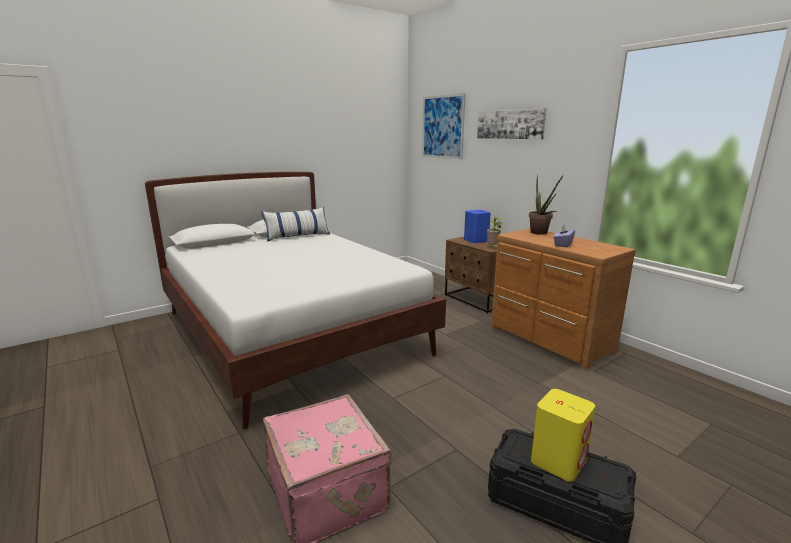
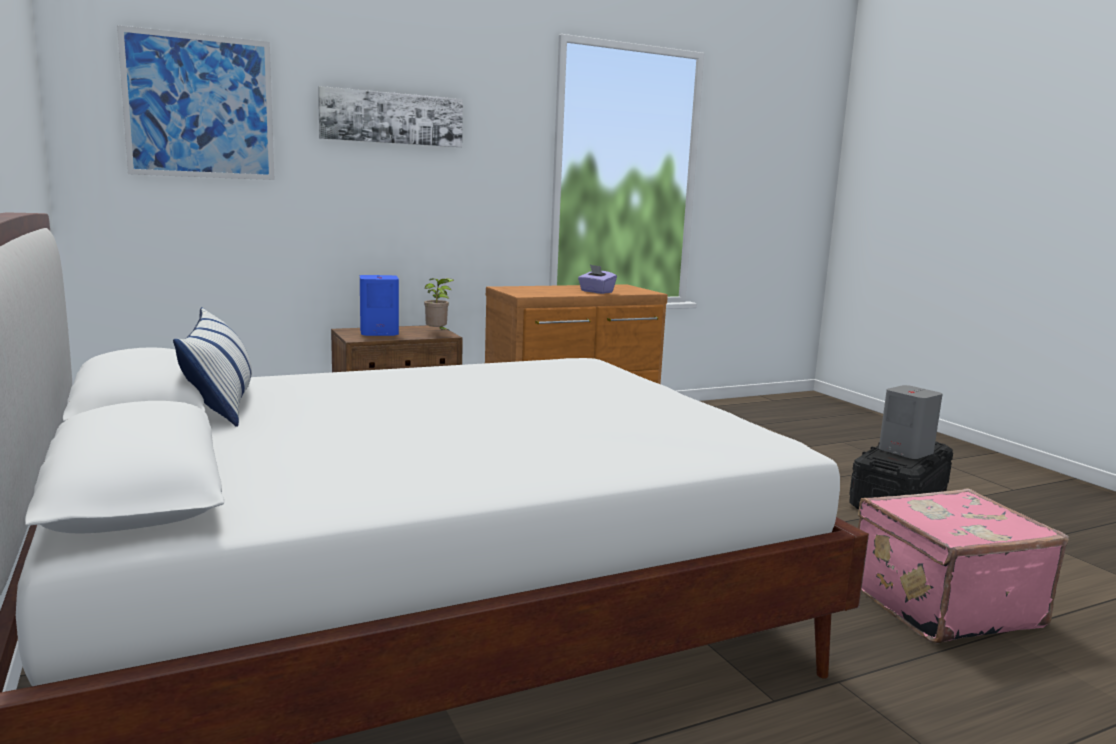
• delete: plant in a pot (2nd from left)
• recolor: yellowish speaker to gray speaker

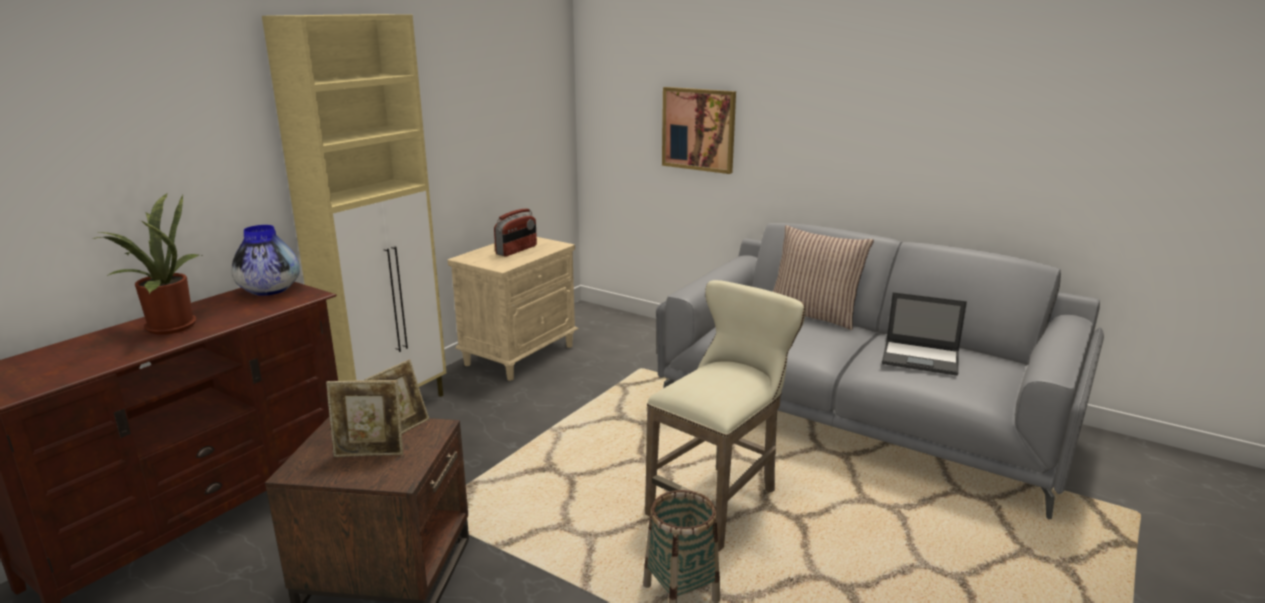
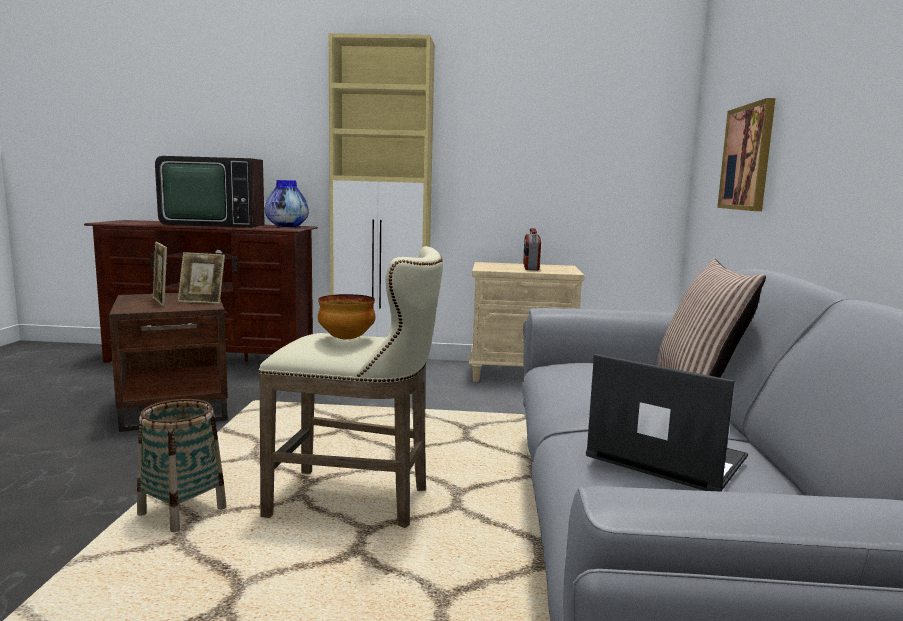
• insert: deep dish
• replace: plant in a pot to TV set
• rotate: radio set 90 degrees clockwise
• rotate: notebook computer 135 degrees clockwise

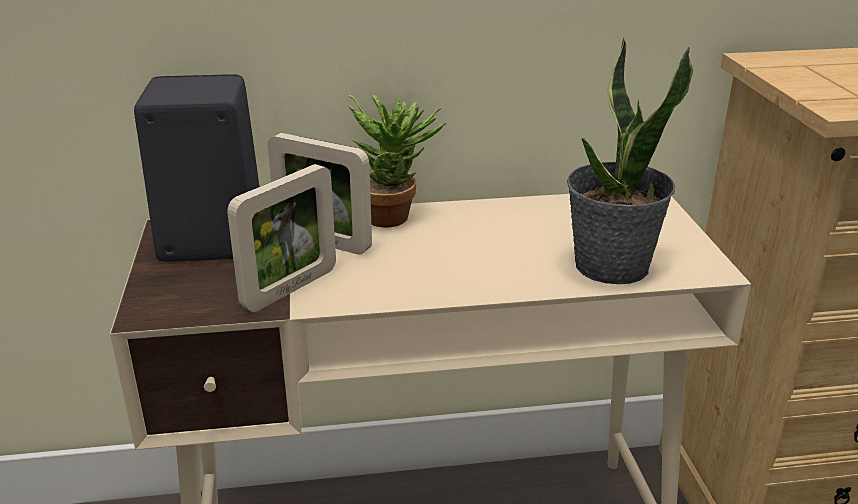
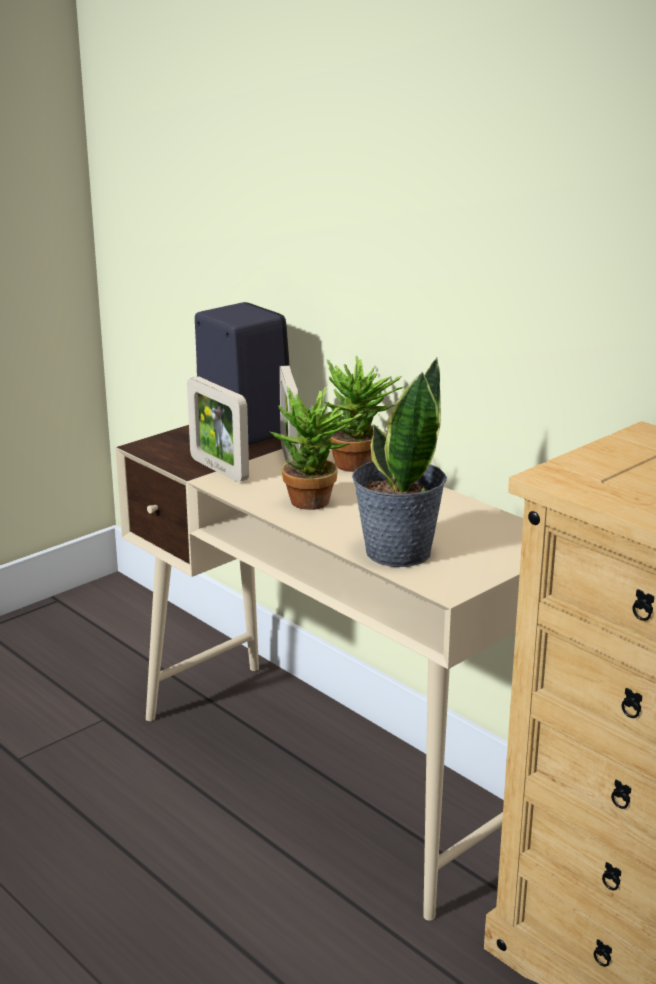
• insert: plant in a pot (1st from left)
• rotate: photo frame (1st from left) 45 degrees clockwise

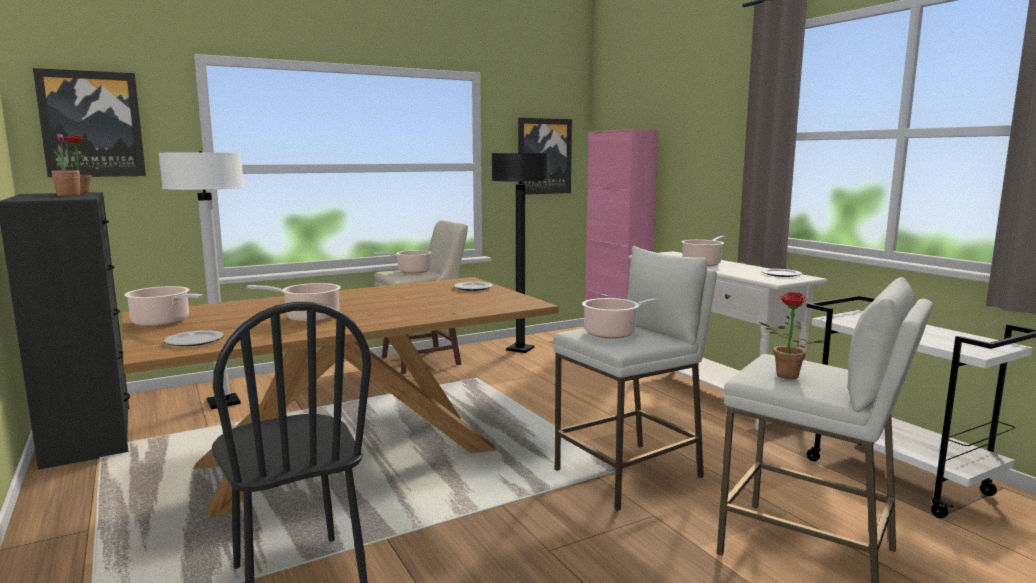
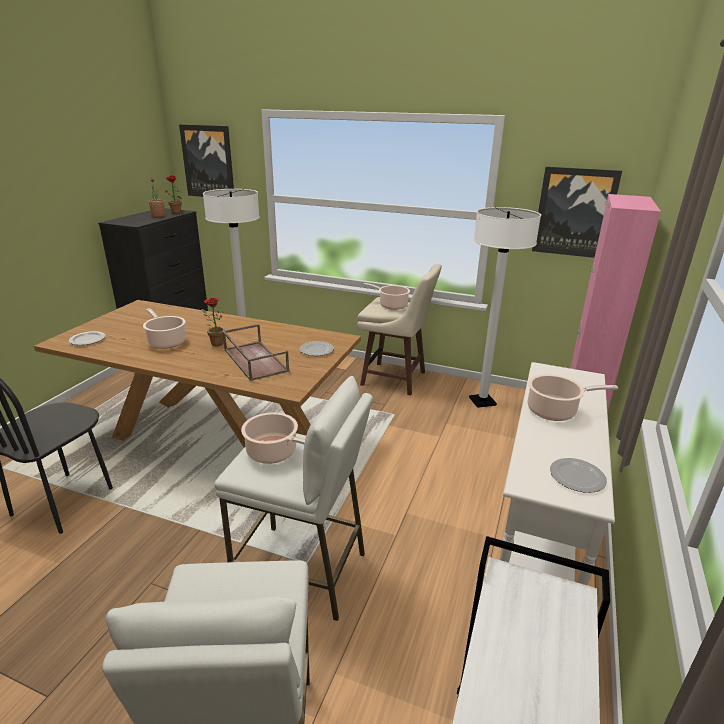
• delete: stockpot (1st from left)
• insert: brownish serving tray
• move: plant in a pot (3rd from left)
• recolor: black-coloured standing lamp to white-coloured standing lamp (2nd from left)

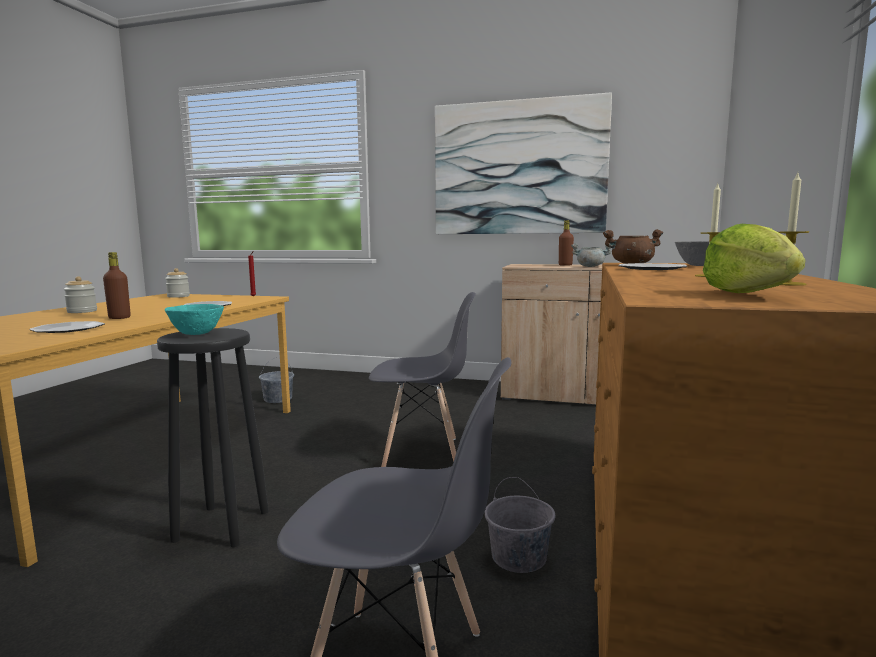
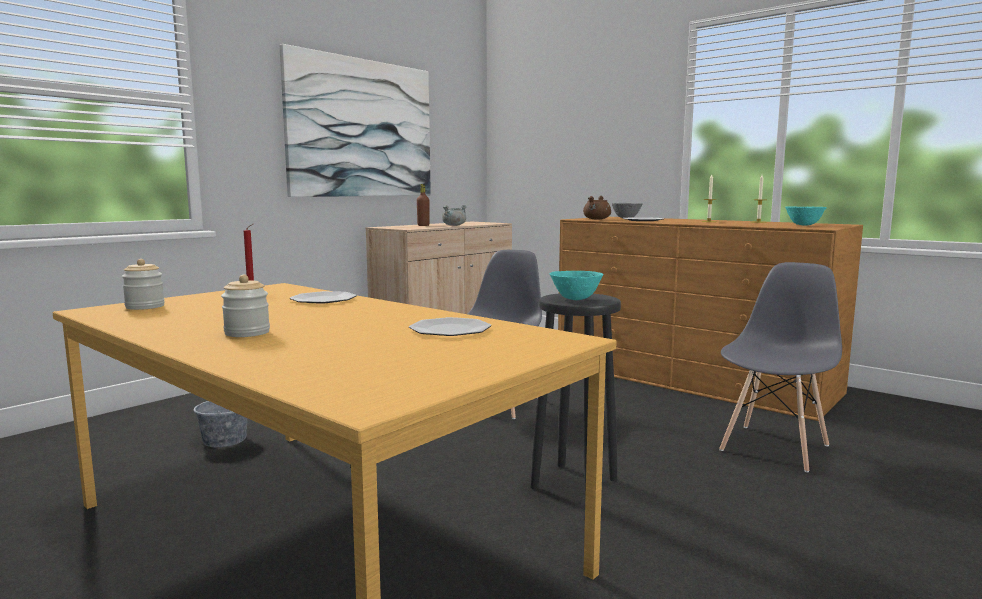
• delete: brownish beverage bottle (1st from left)
• delete: gray bucket (2nd from left)
• replace: lettuce to blue-green deep dish (2nd from left)

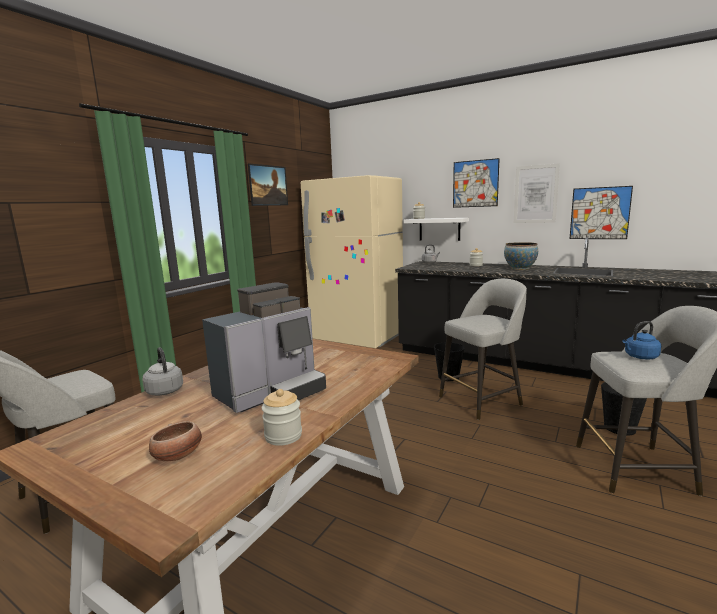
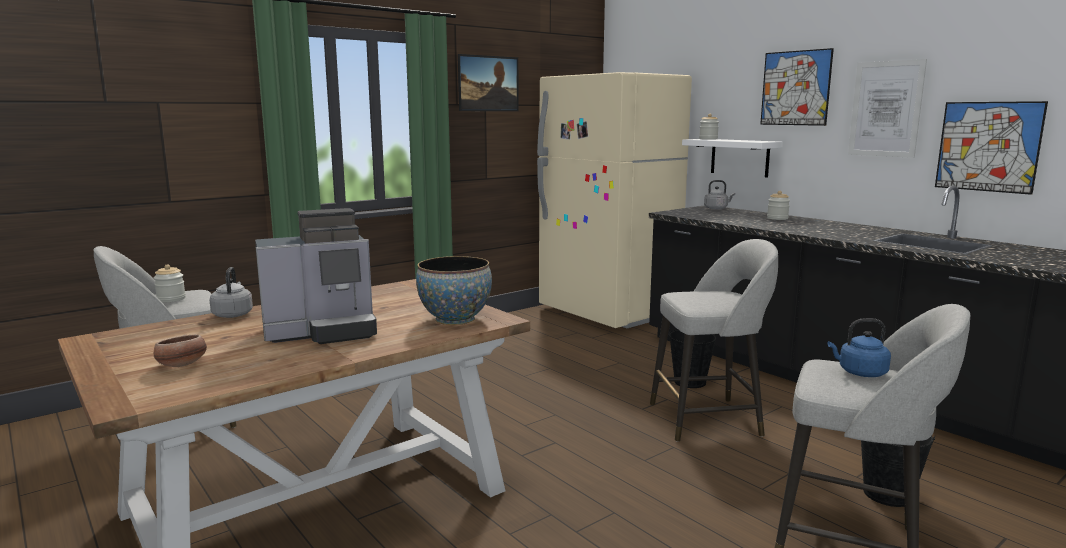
• move: preserve jar (1st from left)
• move: deep dish (2nd from left)

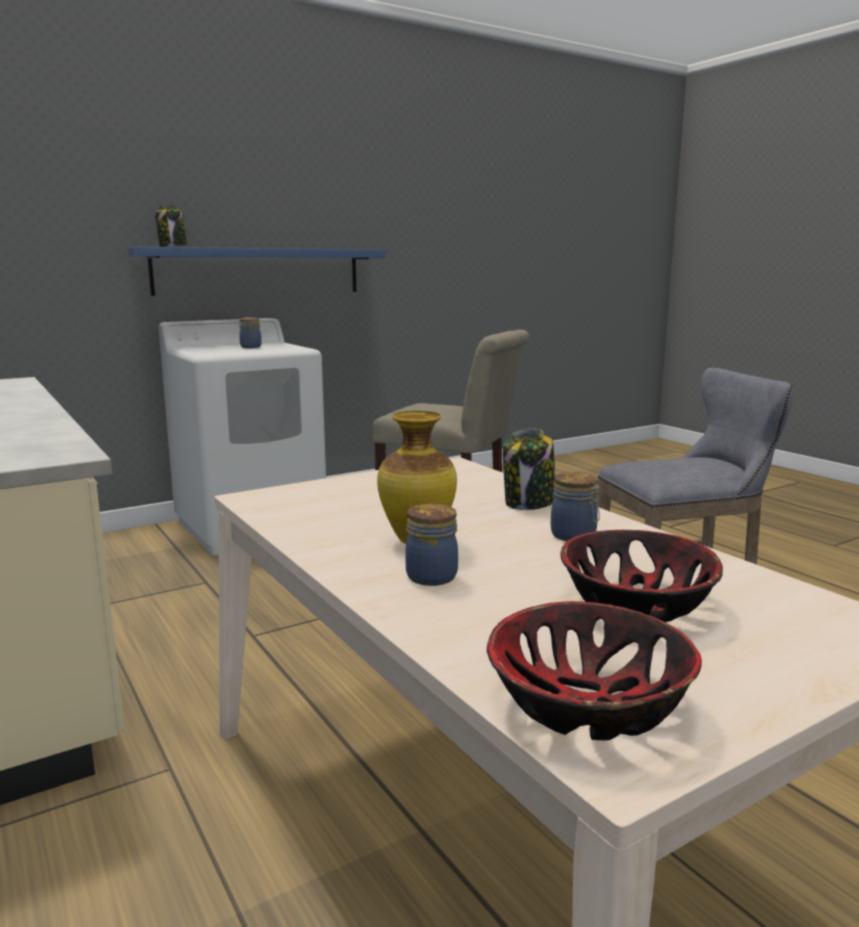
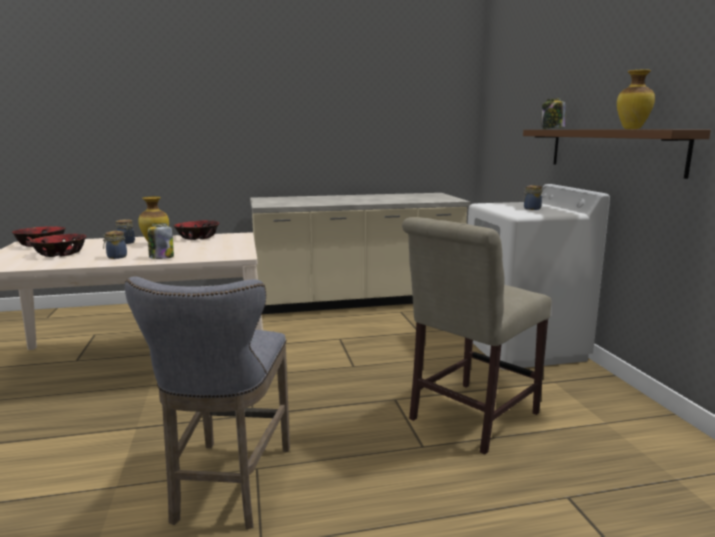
• insert: deep dish (3rd from left)
• insert: vase (2nd from left)
• recolor: blue bracket shelf to brownish bracket shelf

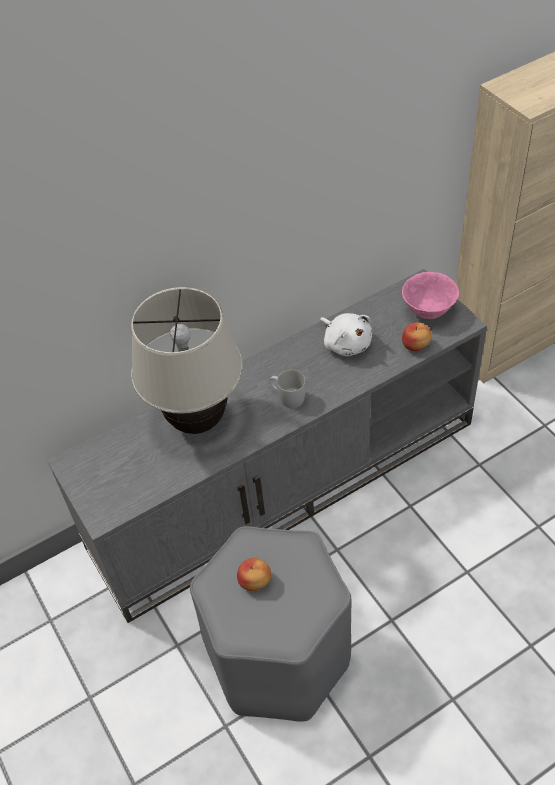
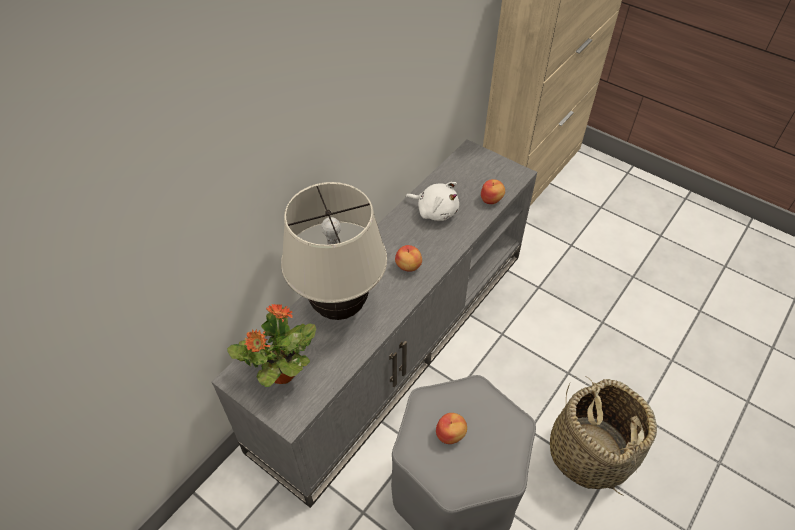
• delete: pinkish deep dish
• insert: plant in a pot
• insert: storage basket
• replace: white-coloured coffee mug to apple (1st from left)

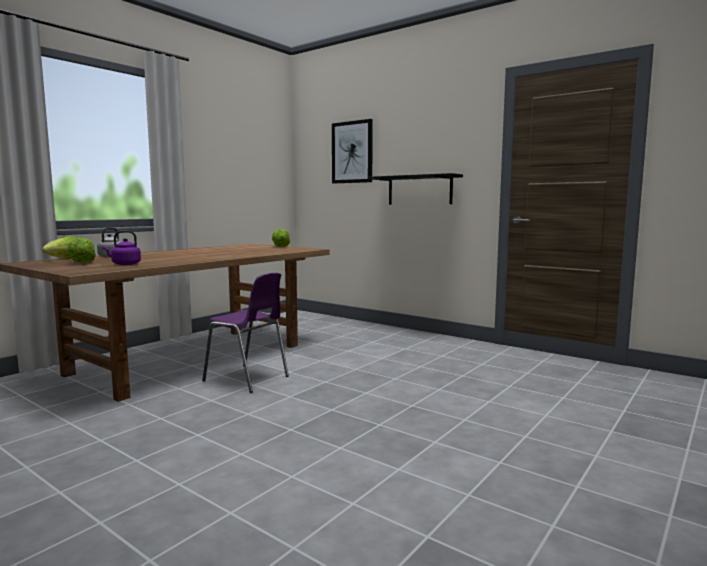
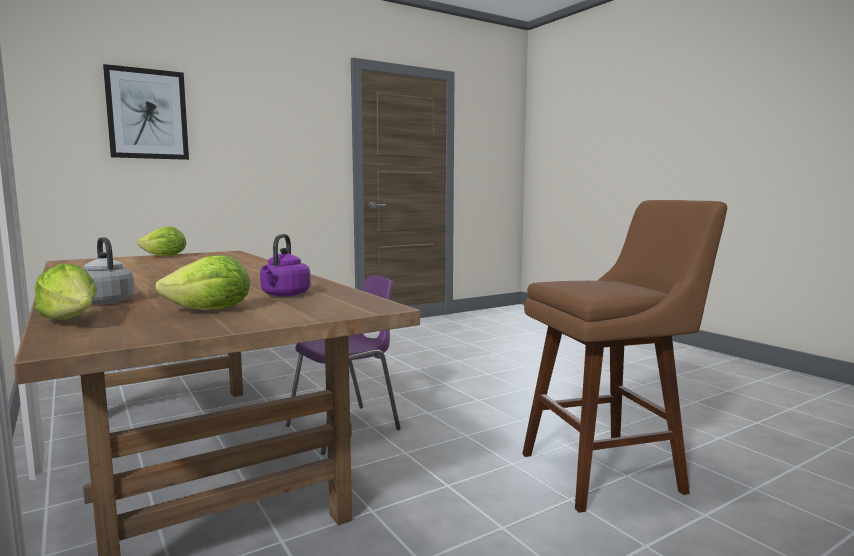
• delete: black-coloured bracket shelf
• insert: brownish stool seat

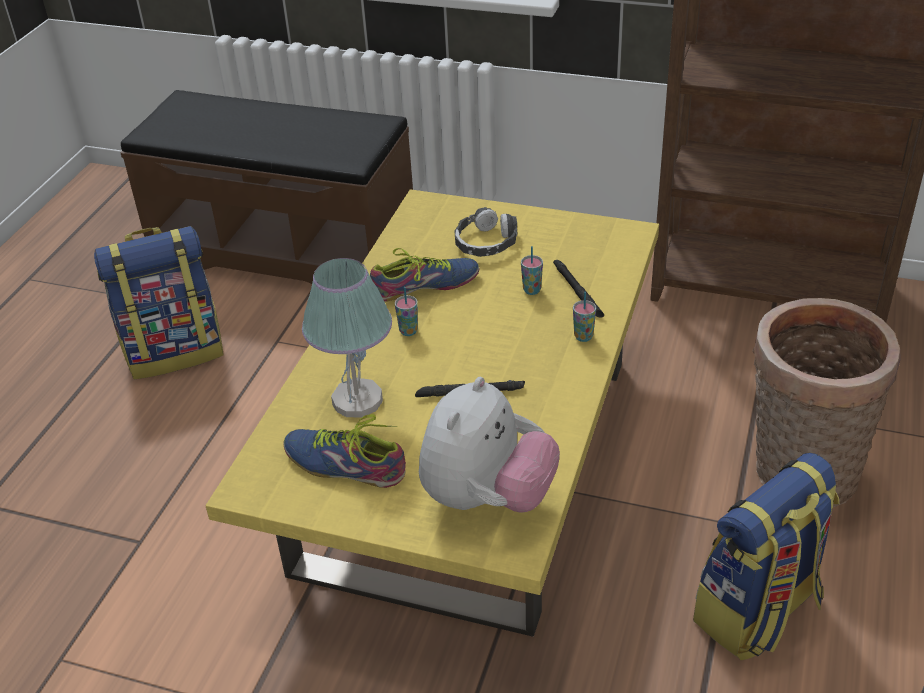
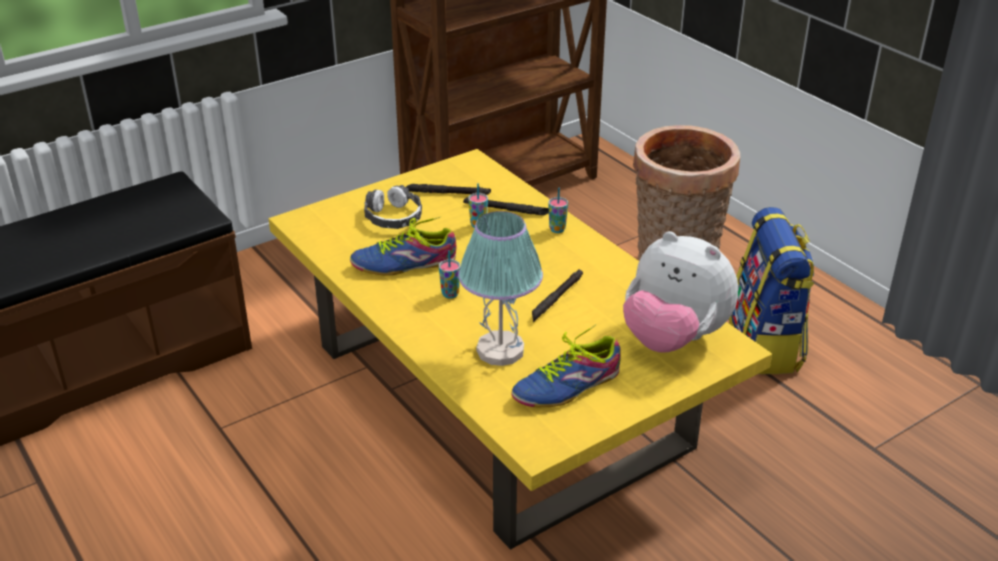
• delete: backpack (1st from left)
• insert: black-coloured flashlight (1st from left)
• rotate: shoe (2nd from left in the first image) 120 degrees counterclockwise
• rotate: cuddly toy 150 degrees clockwise

